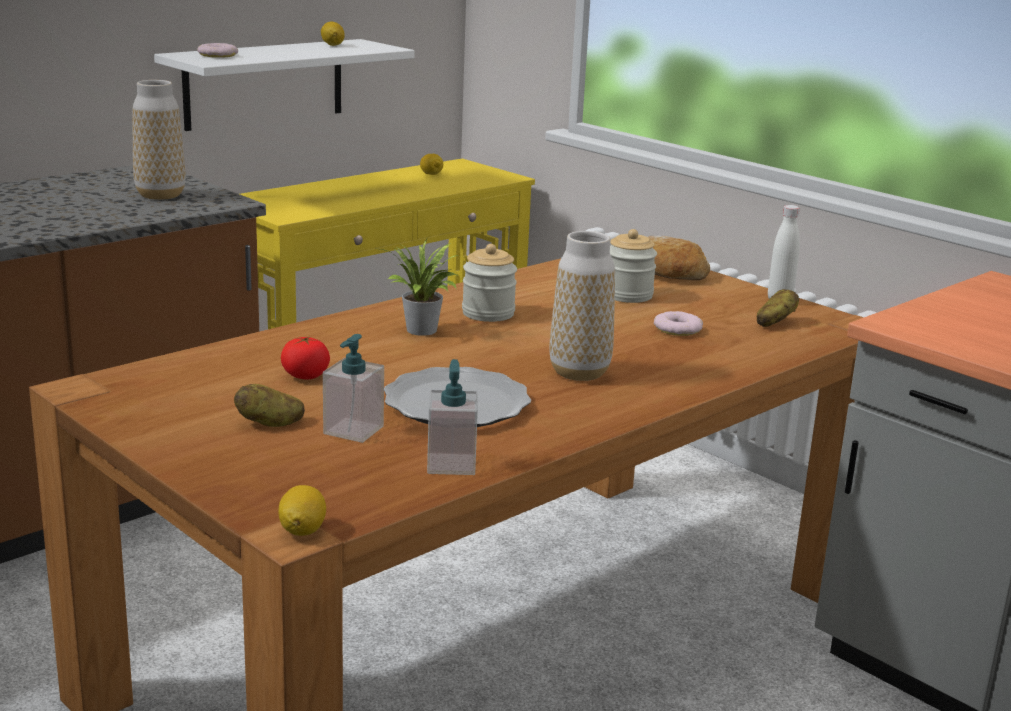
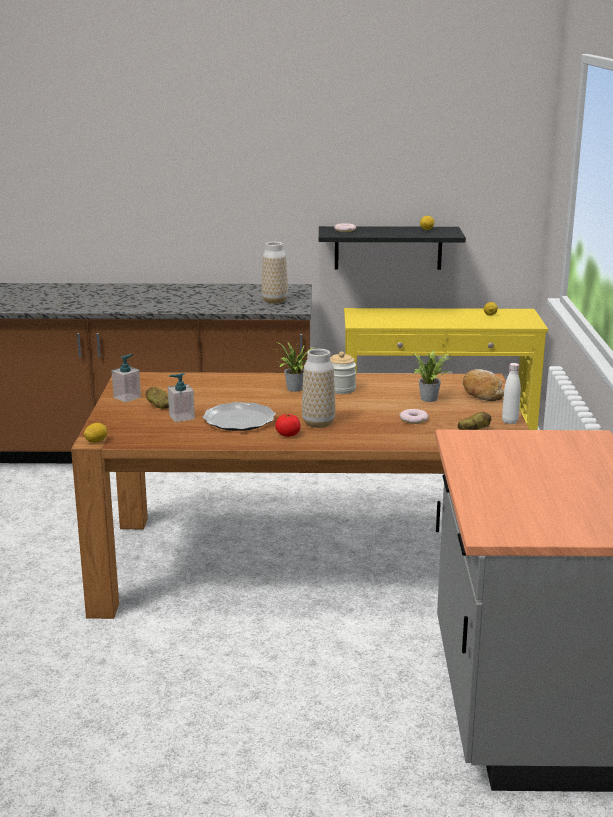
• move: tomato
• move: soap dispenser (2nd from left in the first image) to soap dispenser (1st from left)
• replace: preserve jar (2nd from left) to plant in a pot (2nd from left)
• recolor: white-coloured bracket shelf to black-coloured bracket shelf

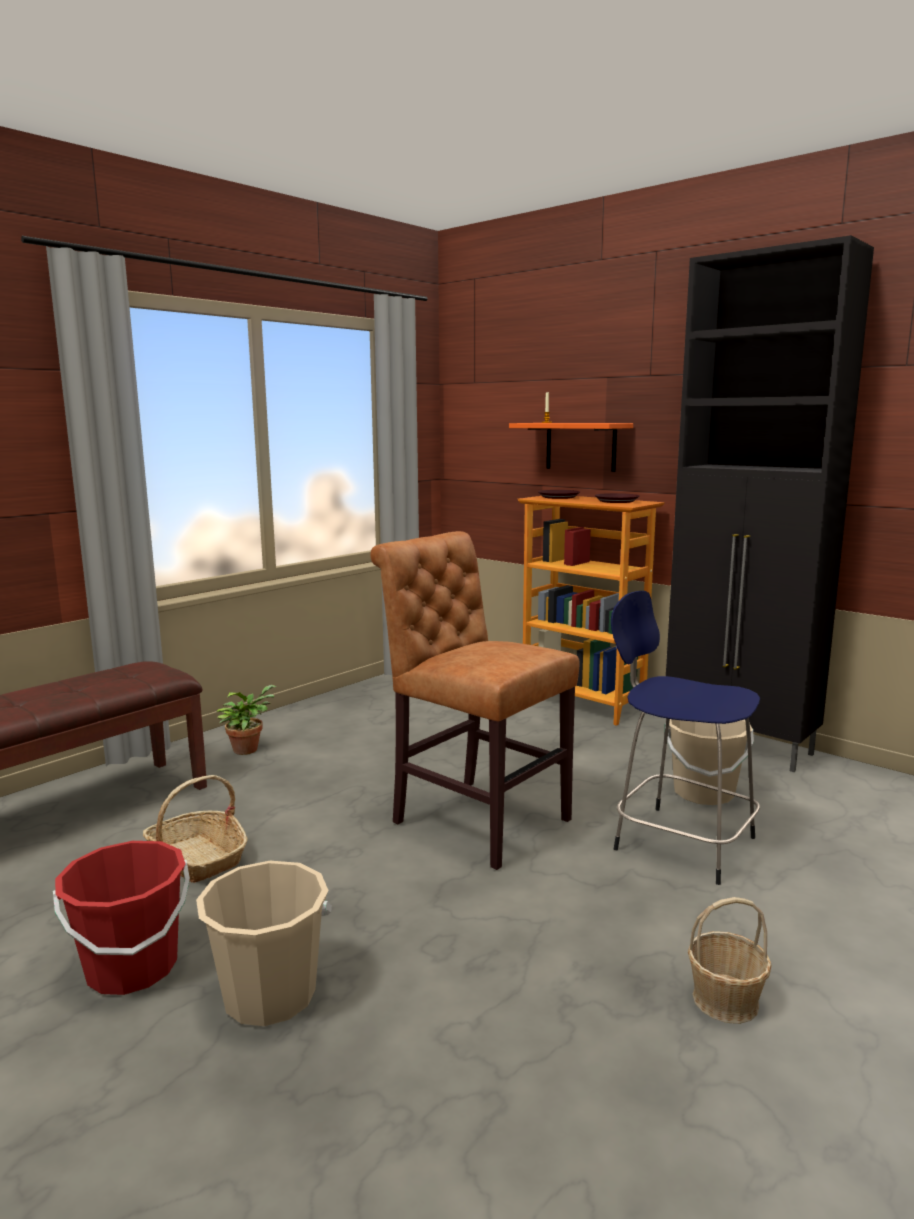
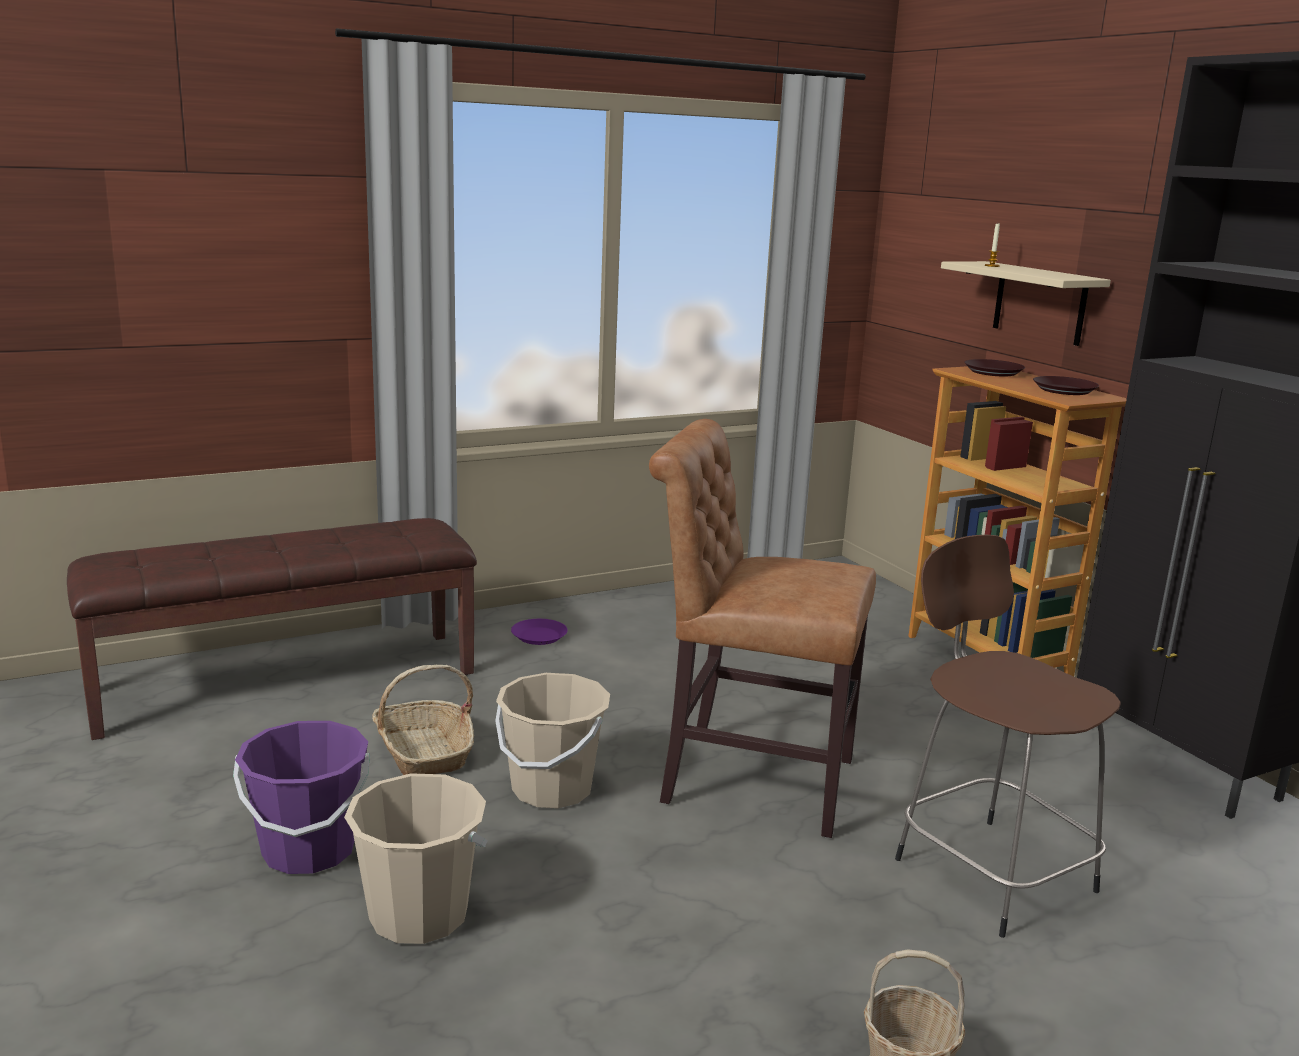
• move: beige bucket (2nd from left)
• replace: plant in a pot to purple-coloured plate
• recolor: red bucket to purple-coloured bucket
• recolor: orange bracket shelf to beige bracket shelf
• recolor: blue stool seat to brownish stool seat
• rotate: brownish upright chair 45 degrees counterclockwise

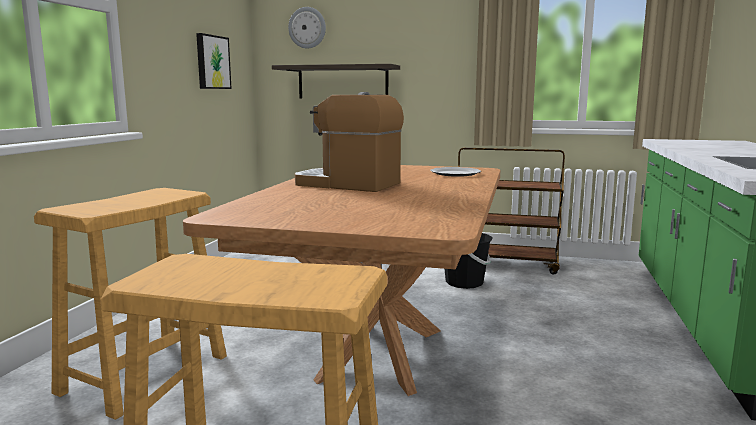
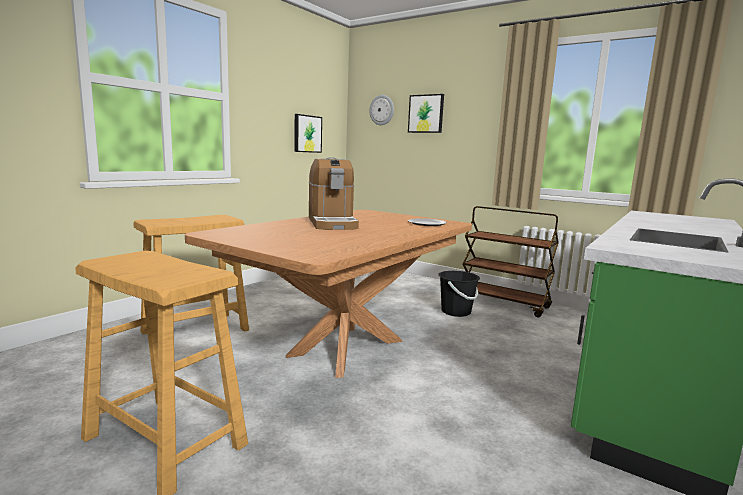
• delete: bracket shelf
• insert: wall picture (2nd from left)
• rotate: coffee maker 150 degrees counterclockwise

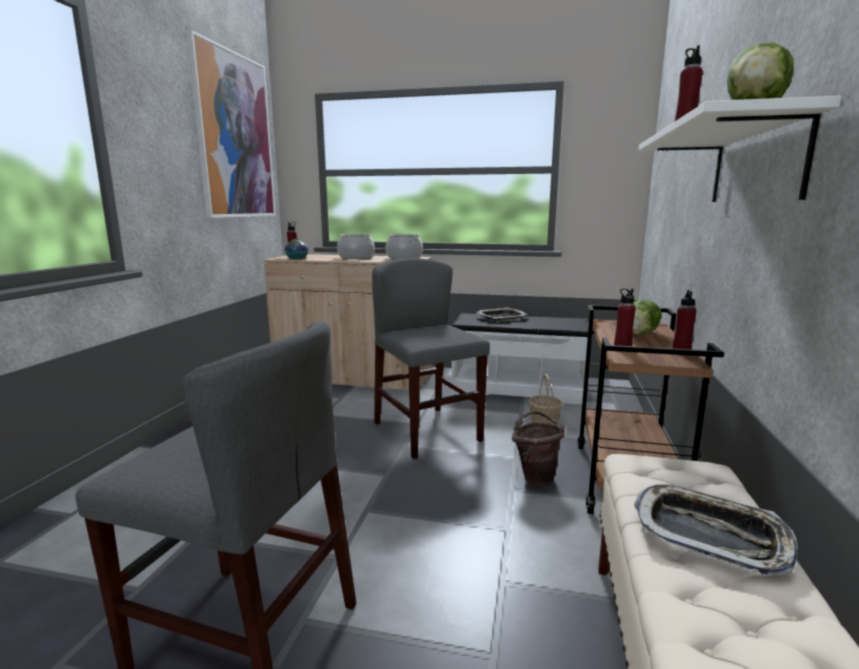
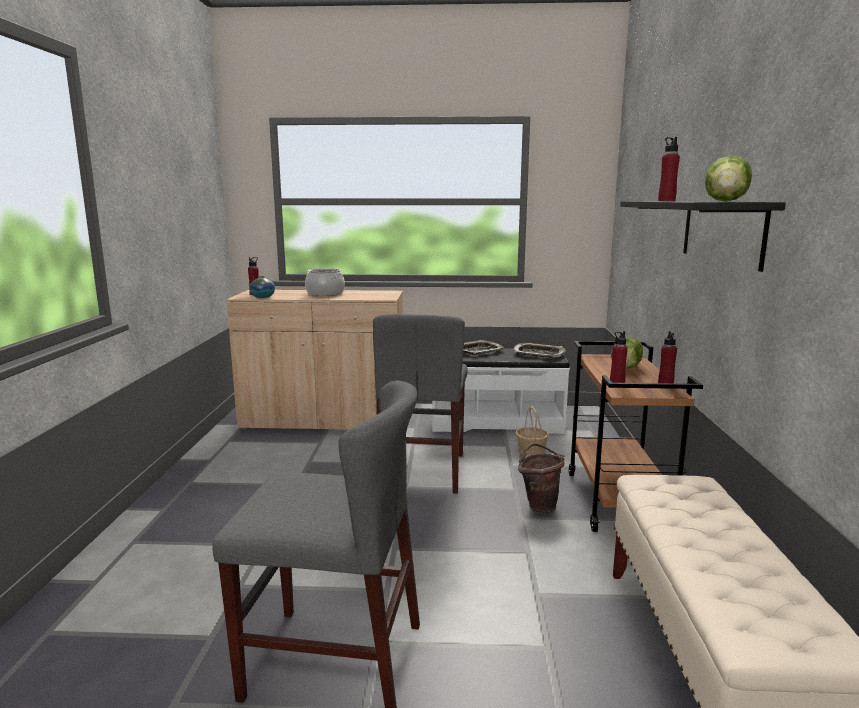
• delete: wall picture
• delete: stockpot (2nd from left)
• move: serving tray (2nd from left)
• recolor: white-coloured bracket shelf to black-coloured bracket shelf
• rotate: gray upright chair (2nd from left) 135 degrees counterclockwise

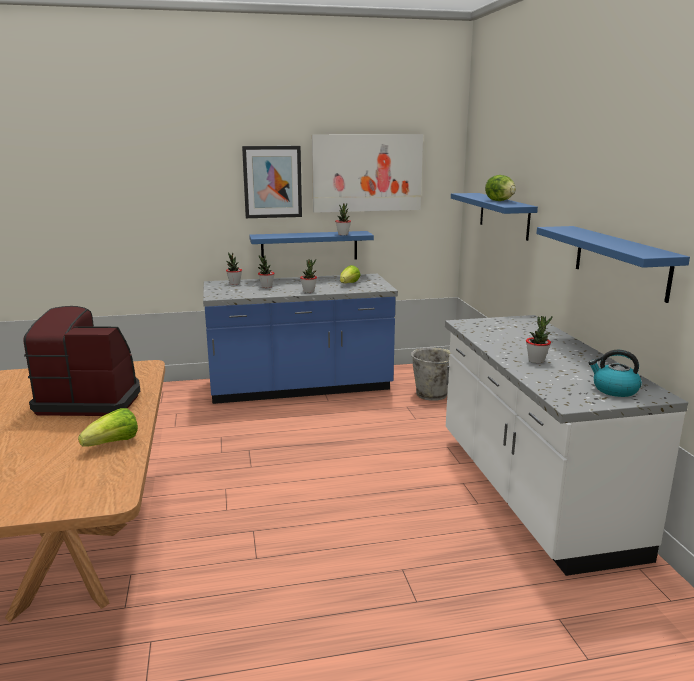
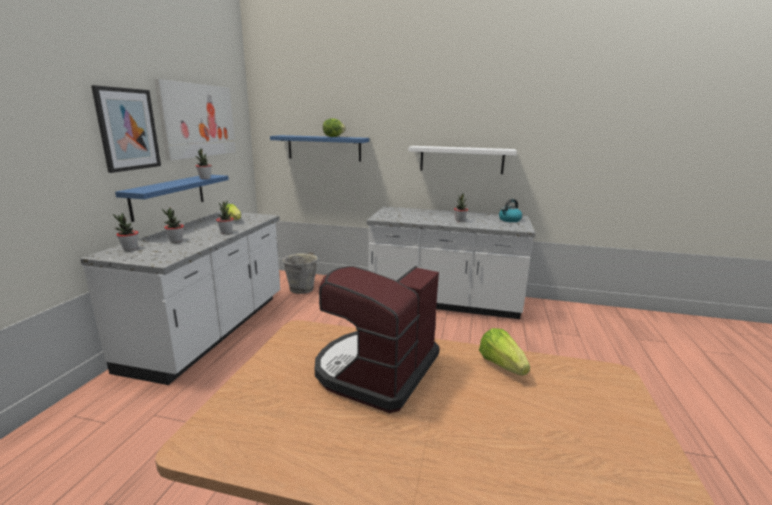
• recolor: blue counter to white-coloured counter (1st from left)
• recolor: blue bracket shelf (3rd from left) to white-coloured bracket shelf

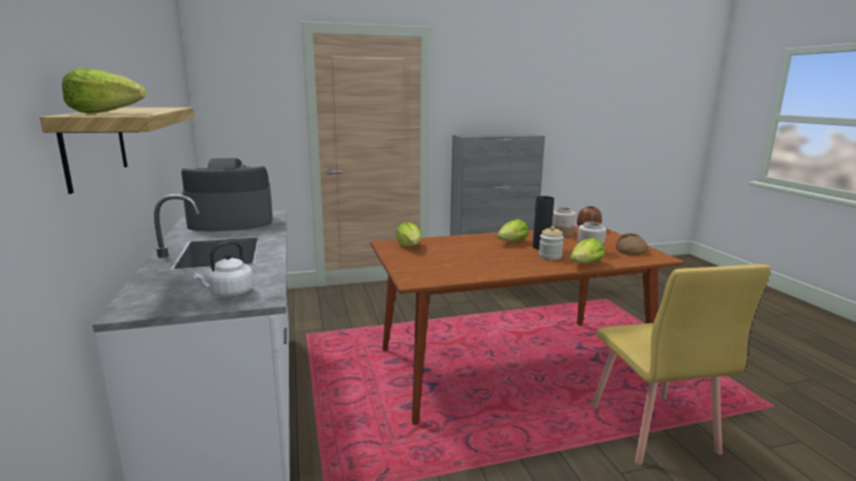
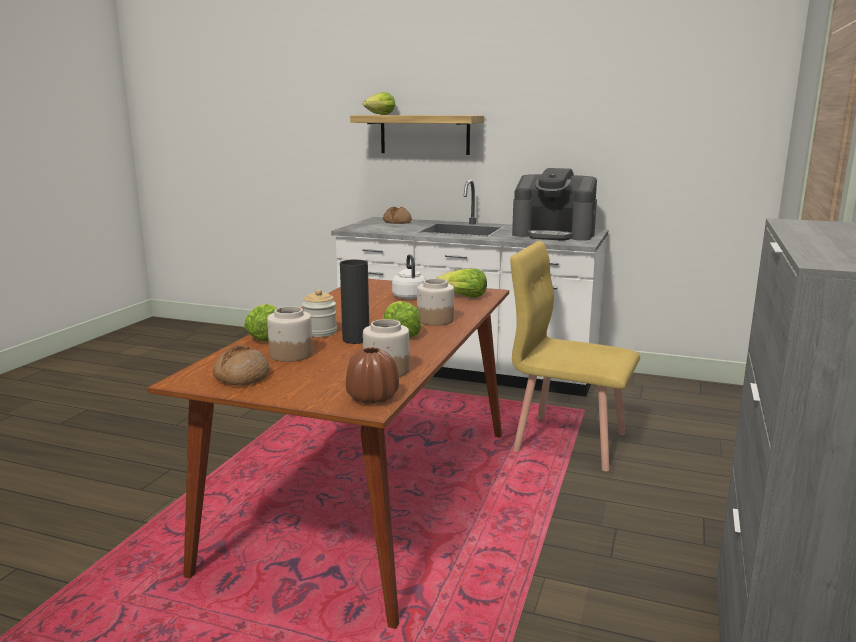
• insert: baked bread (2nd from left)
• insert: preserve jar (4th from left)
• move: white-coloured tea kettle
• move: yellowish upright chair
• rotate: coffee maker 90 degrees clockwise

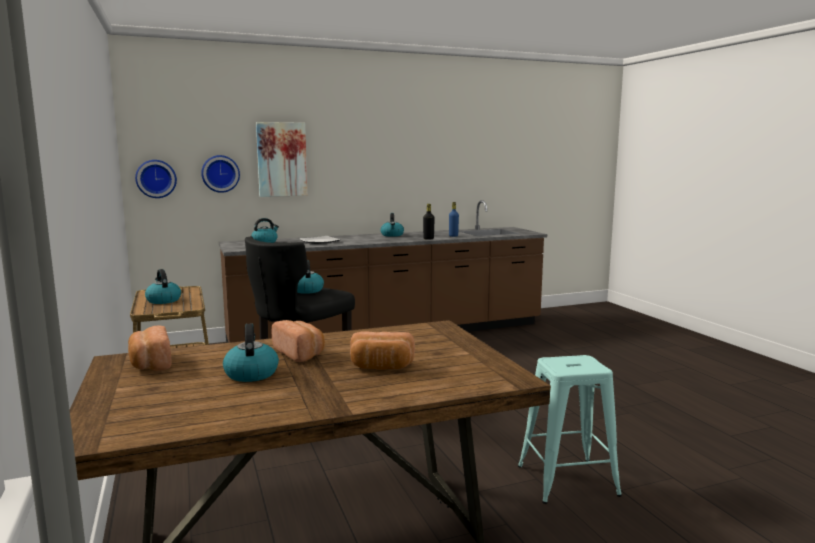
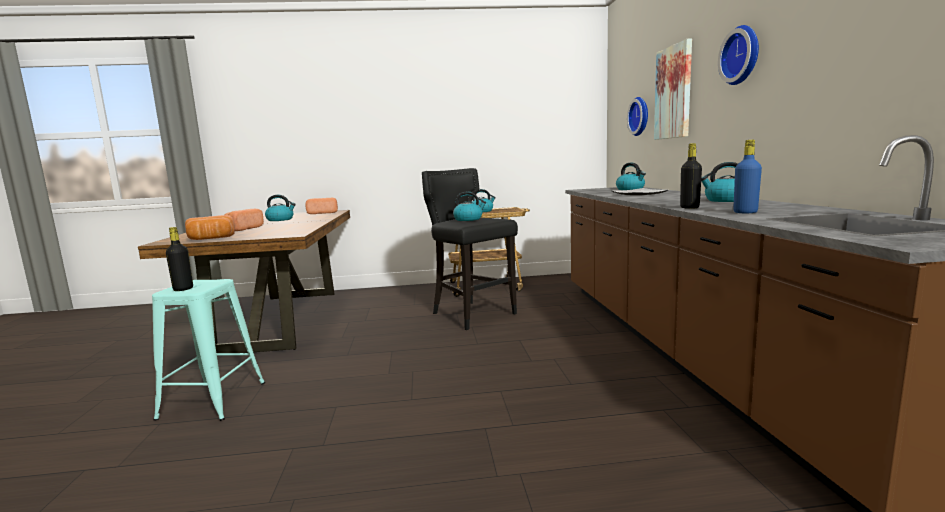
• insert: black-coloured beverage bottle (1st from left)
• move: hanging clock (1st from left in the first image) to hanging clock (2nd from left)
• move: baked bread (2nd from left in the first image) to baked bread (1st from left)

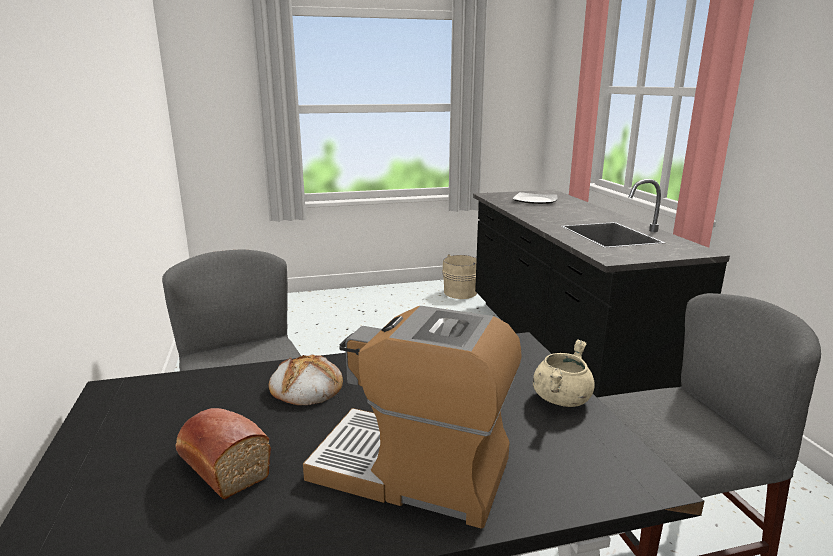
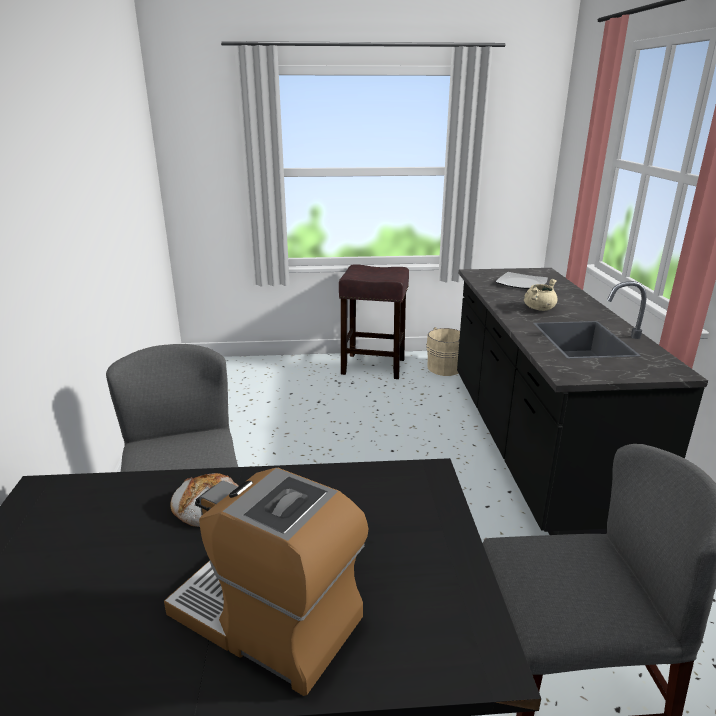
• delete: baked bread (1st from left)
• insert: brownish stool seat
• move: beige stockpot

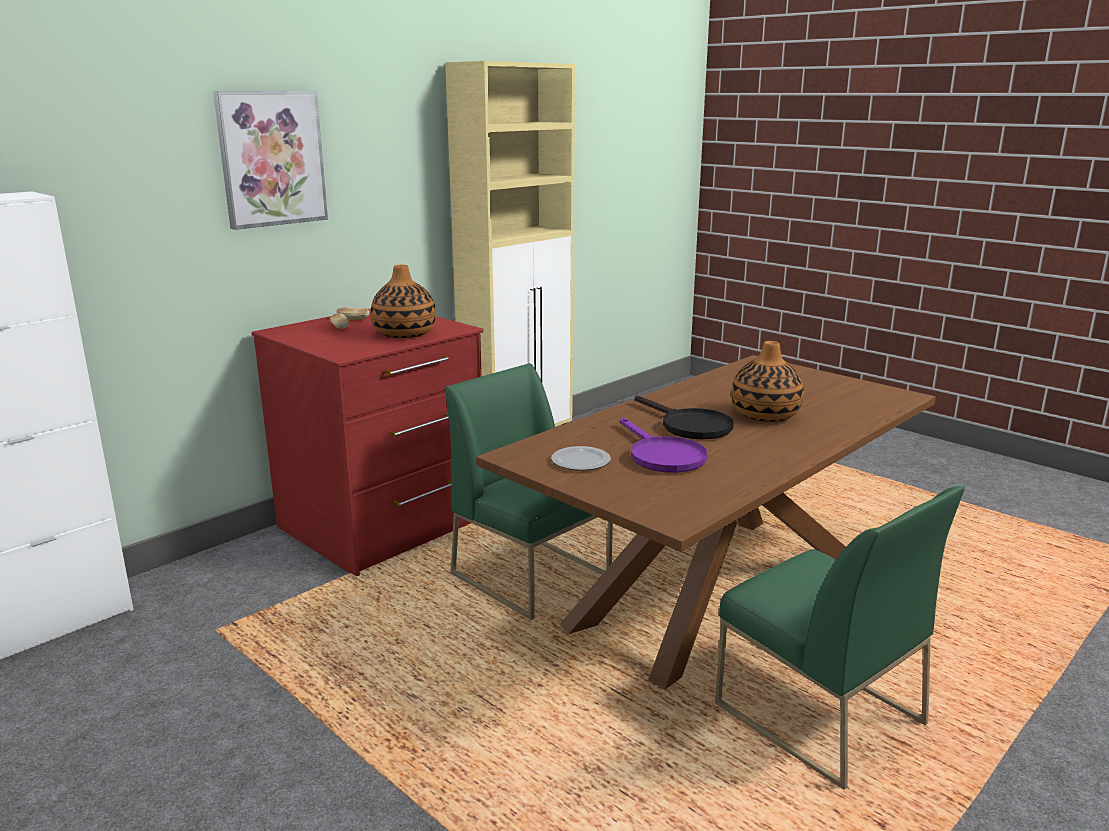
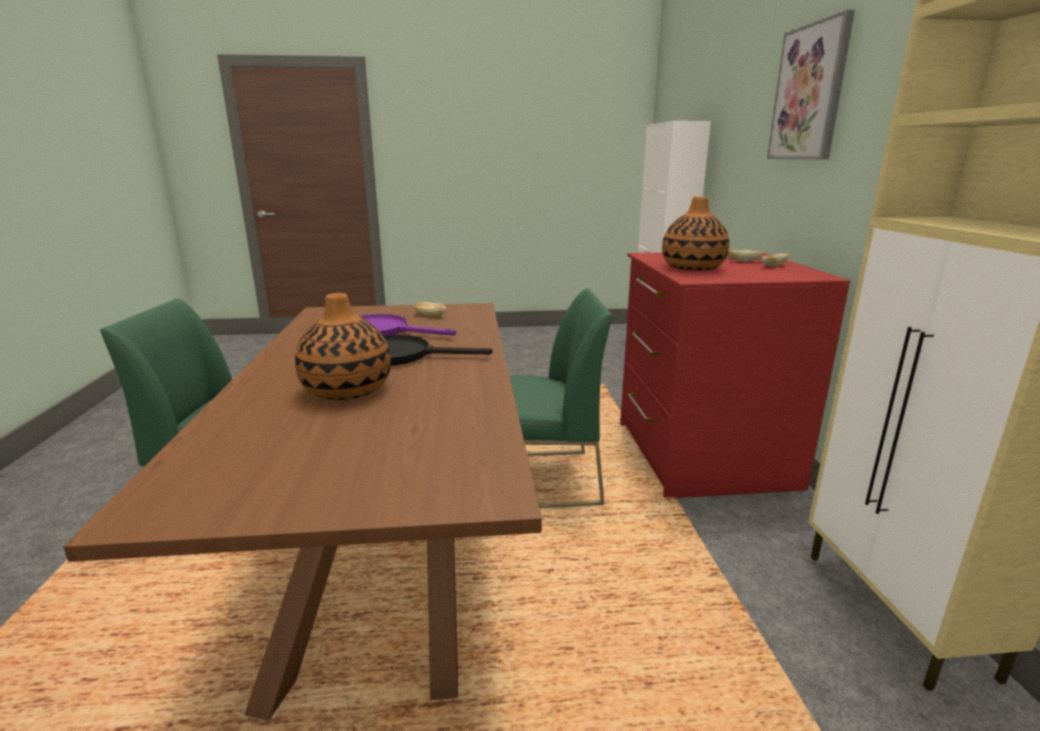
• replace: plate to baked bread (1st from left)

